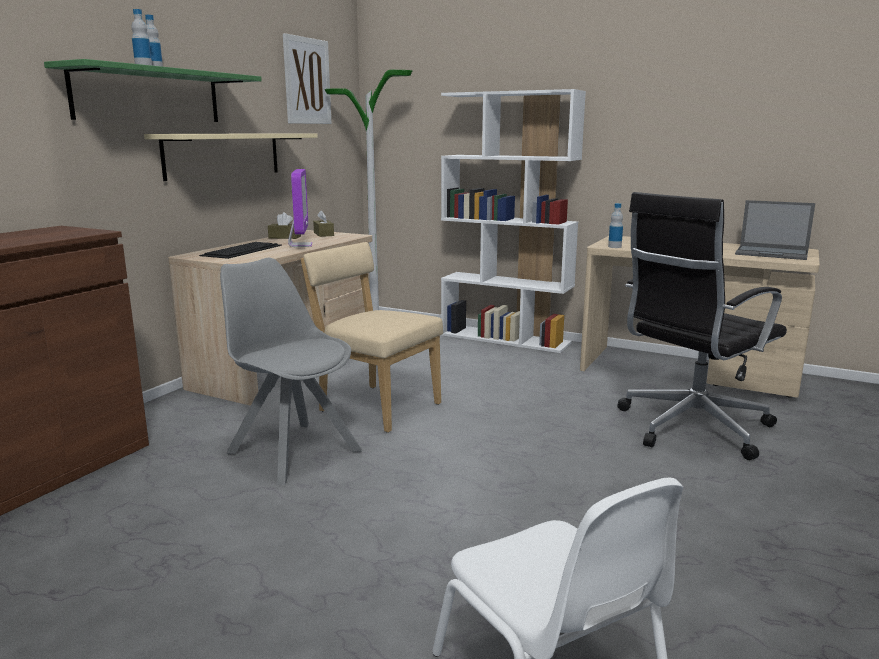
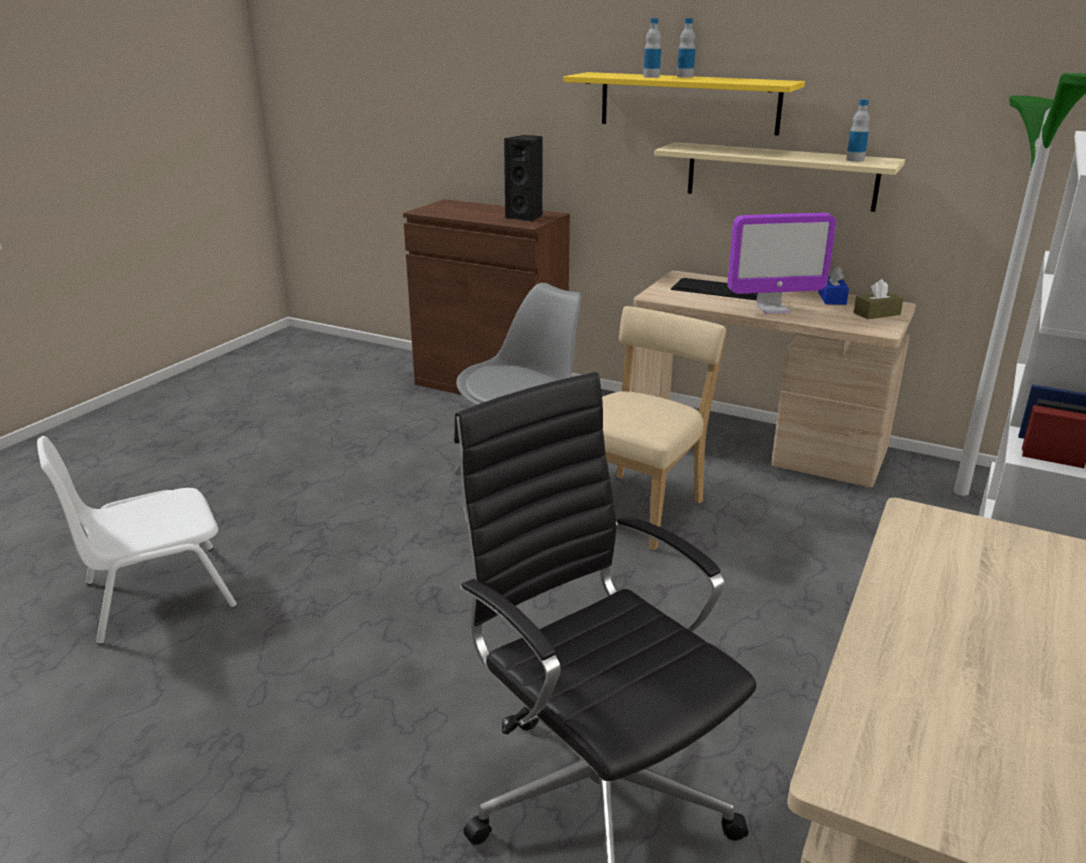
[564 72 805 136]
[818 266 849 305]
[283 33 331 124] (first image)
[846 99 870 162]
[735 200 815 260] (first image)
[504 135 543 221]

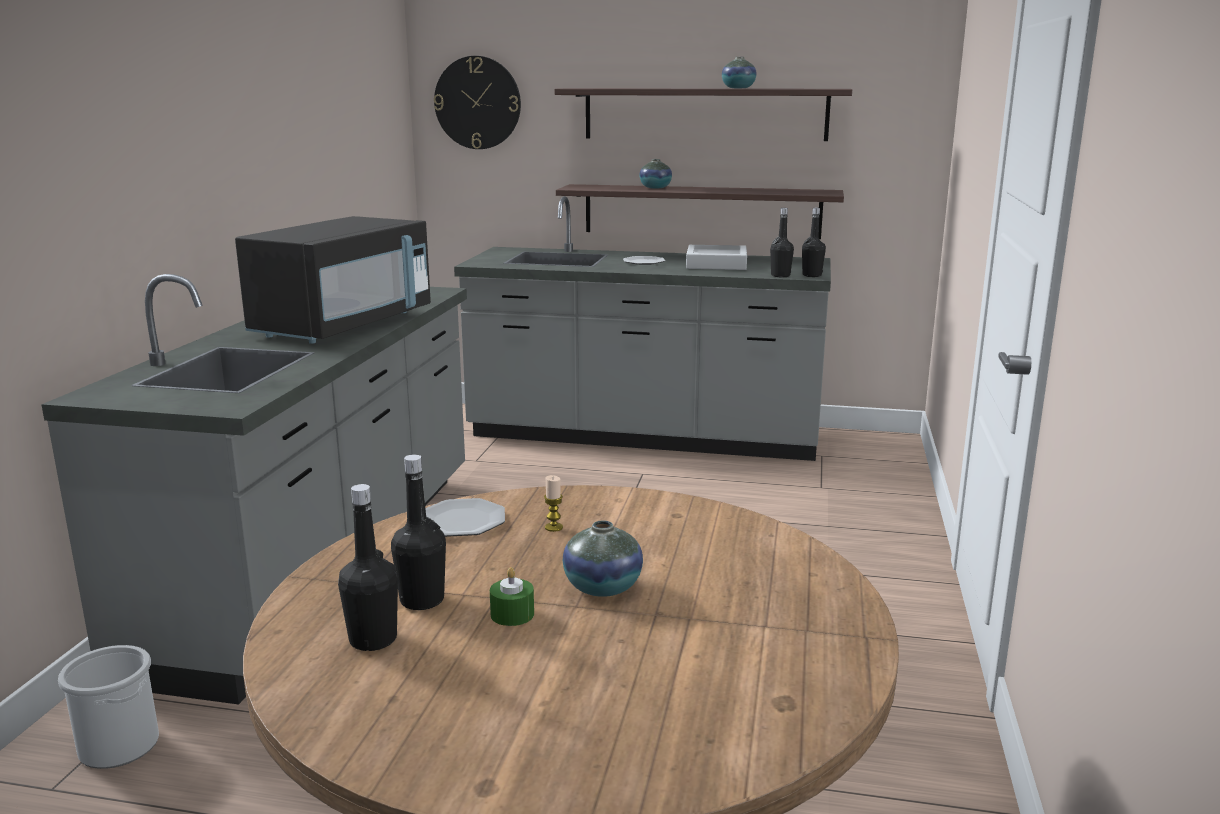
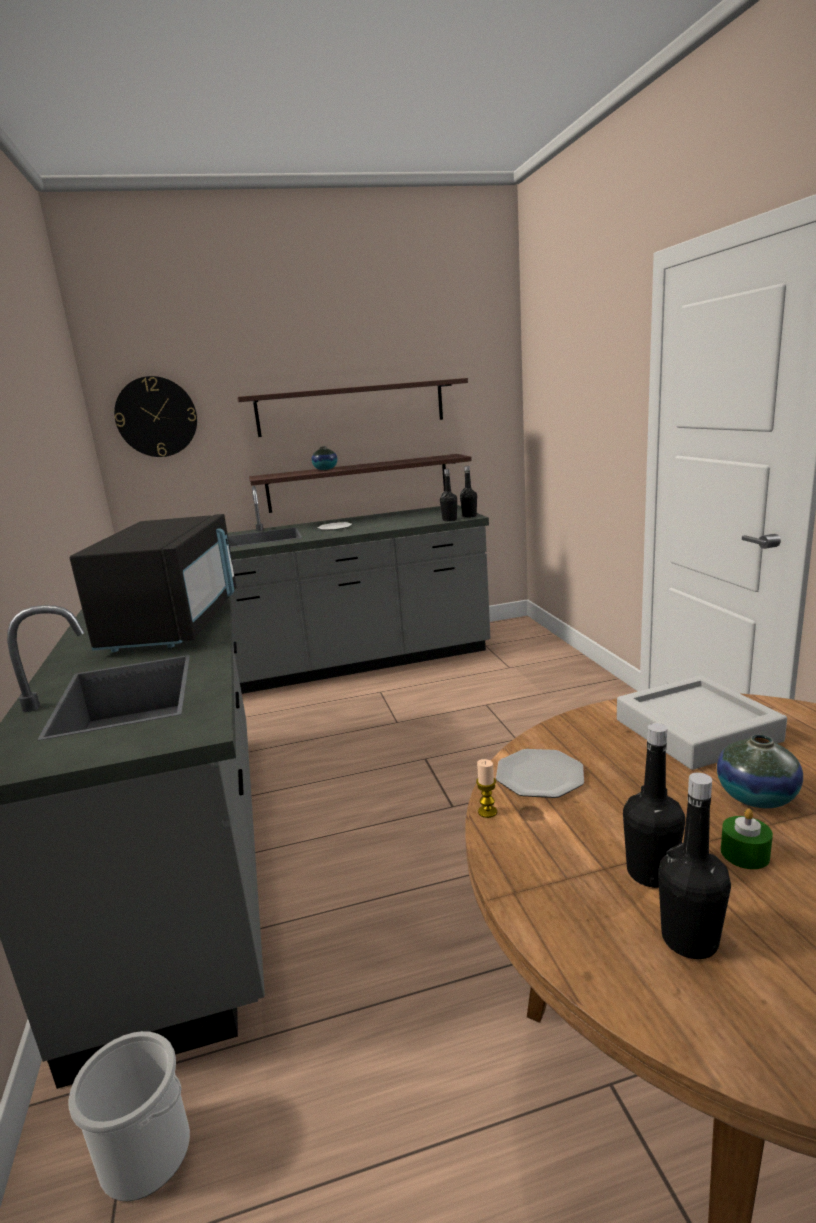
[476 759 497 818]
[617 675 787 770]
[722 57 756 88] (first image)

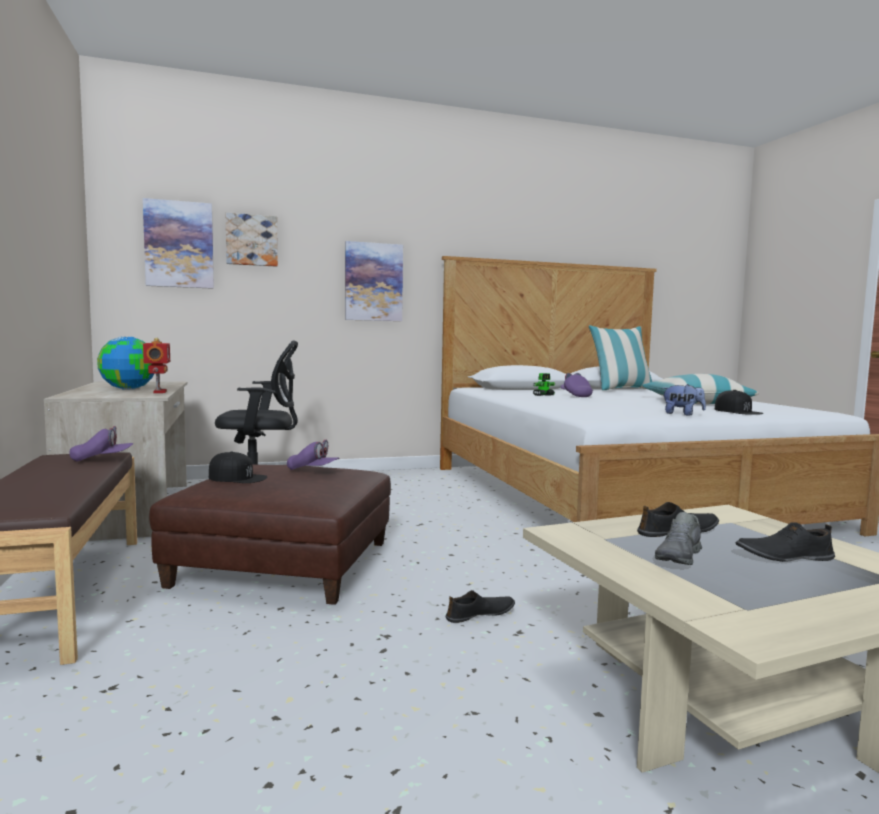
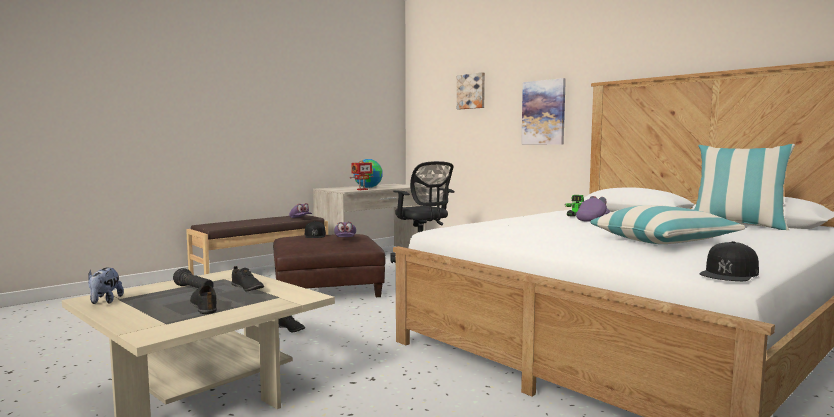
[143 198 214 289] (first image)
[173 268 214 288]
[88 268 124 304]
[700 241 759 281]

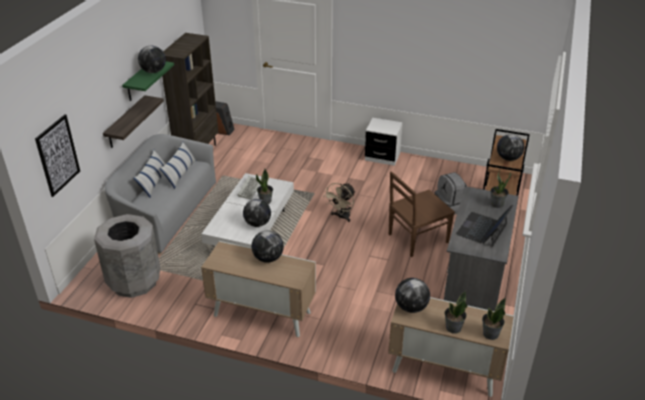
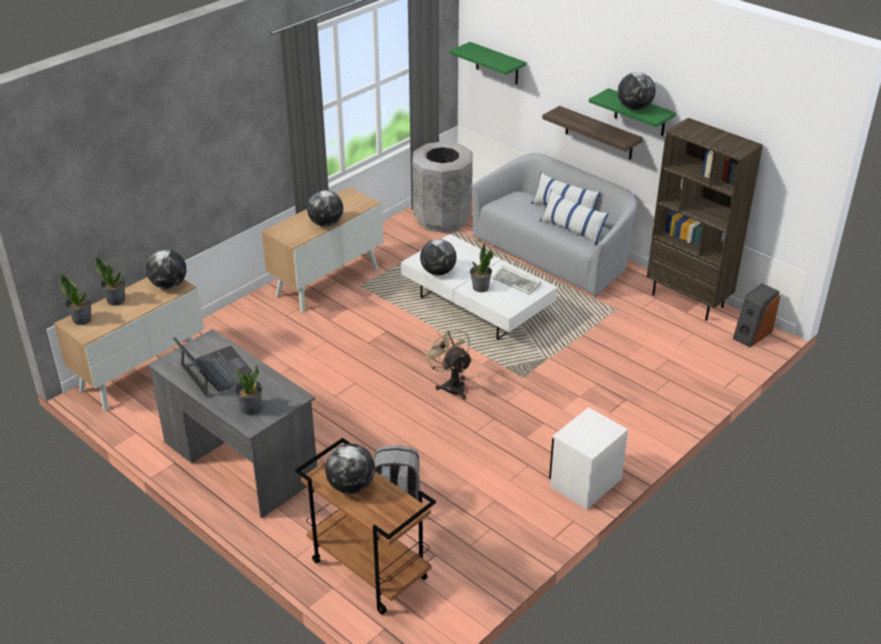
[450 42 526 85]
[389 171 455 257] (first image)

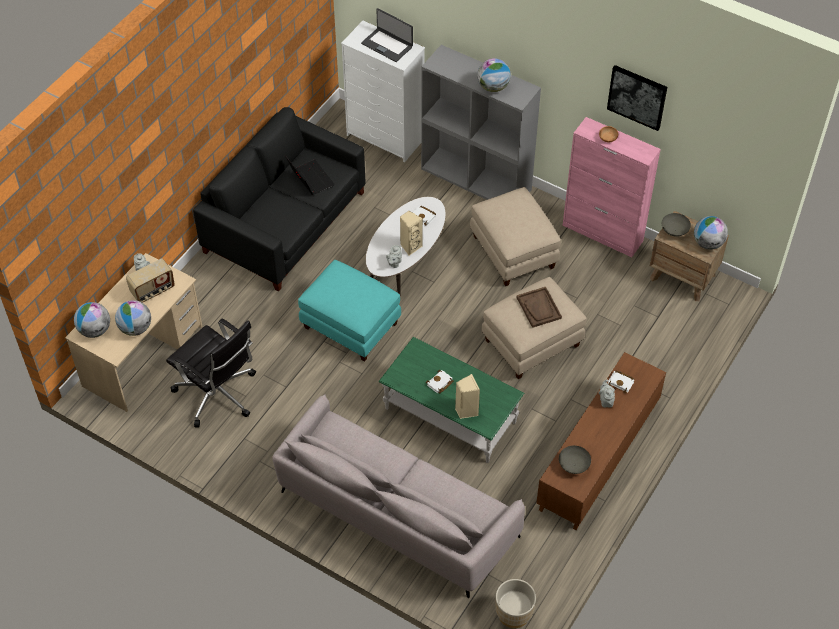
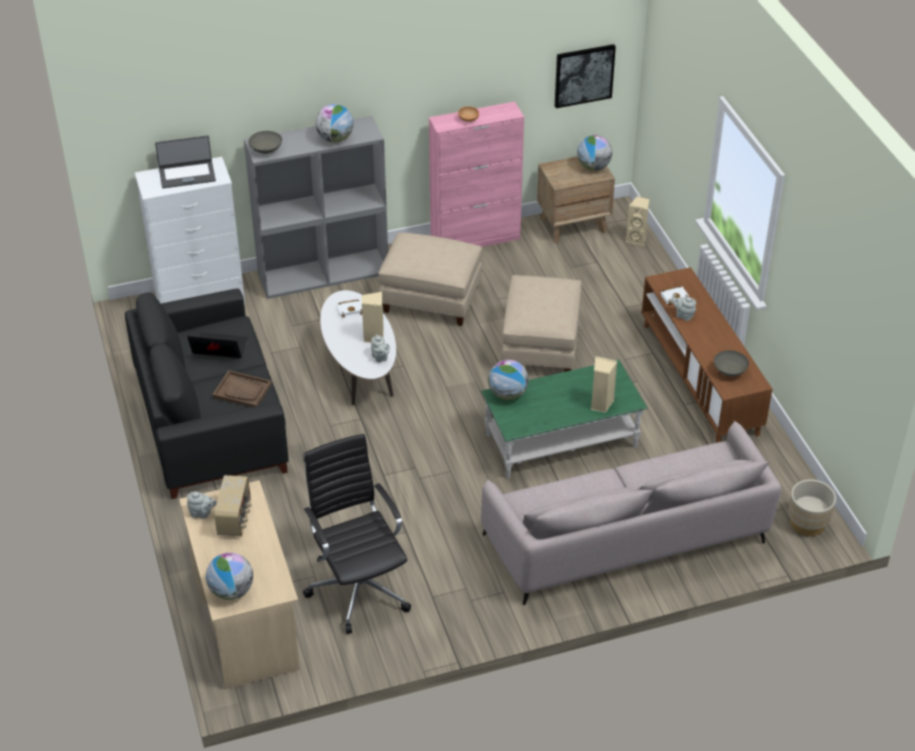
[488 360 529 400]
[303 434 411 634]
[298 260 401 362] (first image)
[426 370 454 393] (first image)
[212 370 272 407]
[555 44 616 108]
[249 131 282 154]
[626 196 649 246]

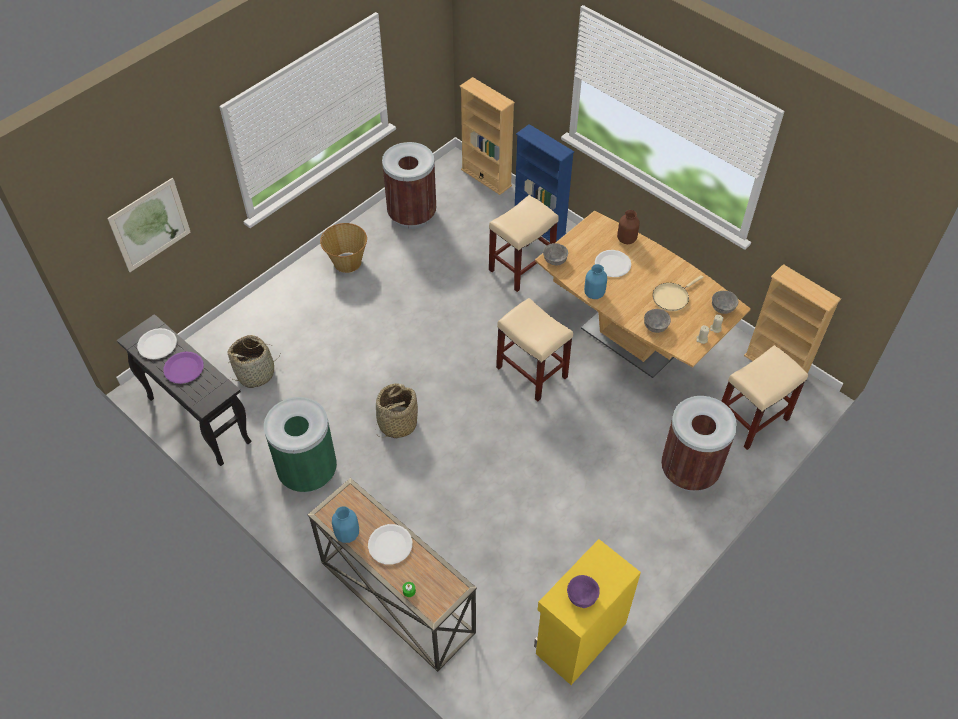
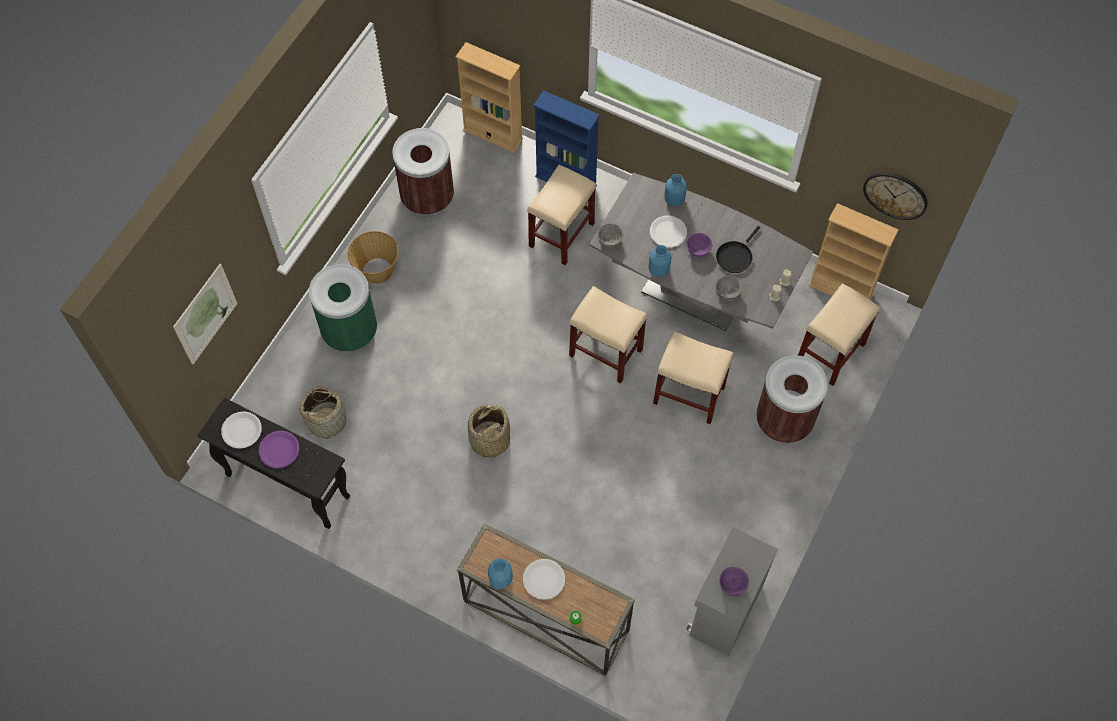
[309 264 377 352]
[686 527 778 656]
[589 173 813 331]
[664 174 687 206]
[716 226 760 273]
[712 291 738 314] (first image)
[653 331 734 424]
[686 233 713 257]
[863 172 928 220]

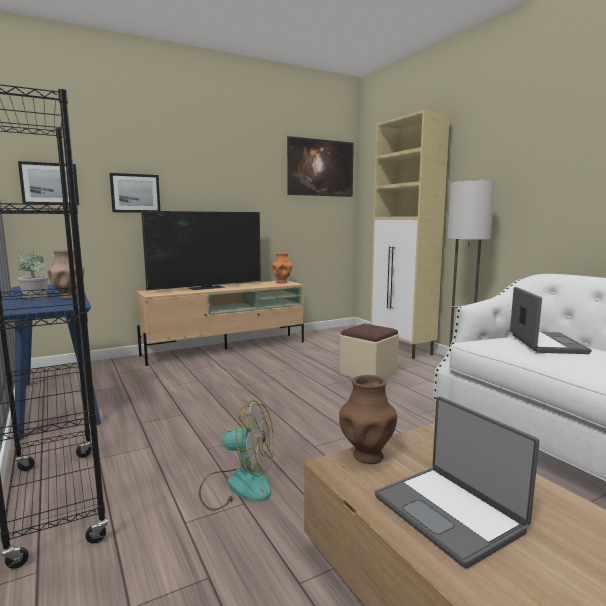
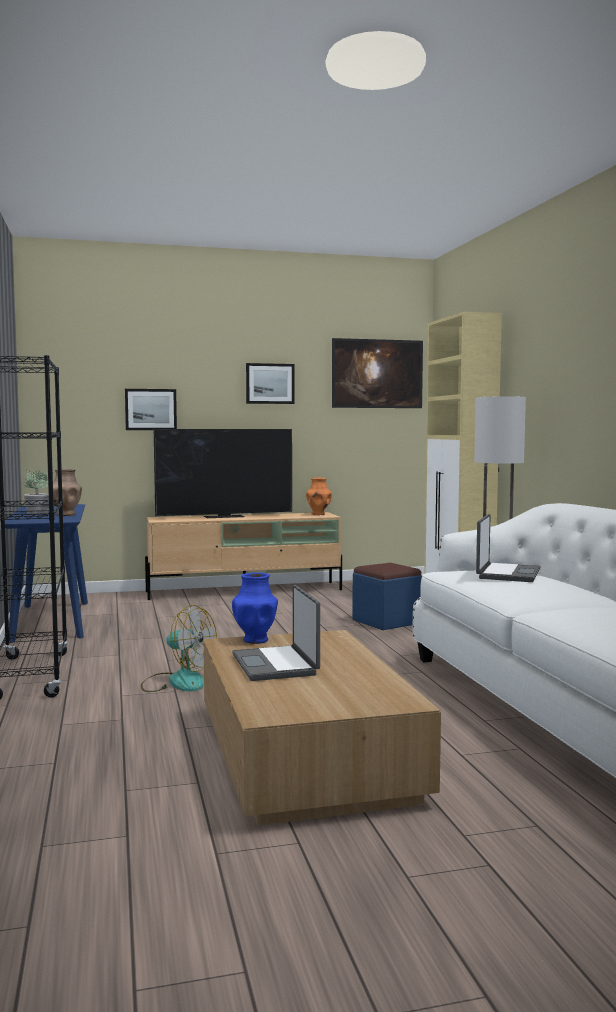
[246 363 294 404]
[232 572 278 644]
[352 563 422 630]

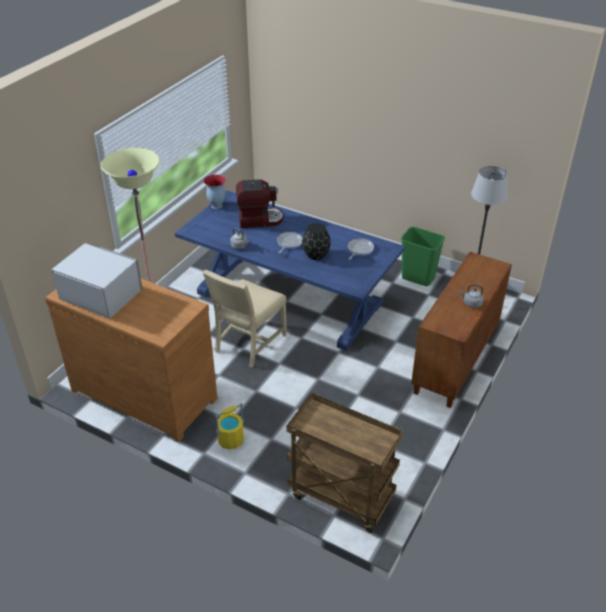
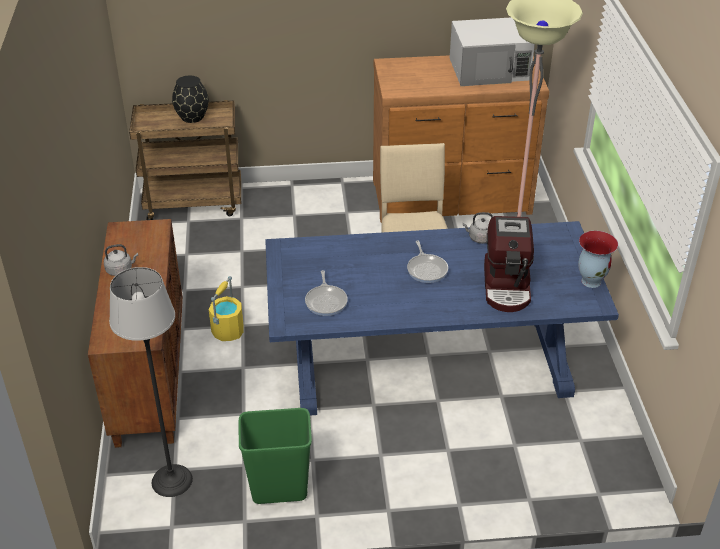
[209 276 244 341]
[484 216 534 312]
[172 76 209 123]

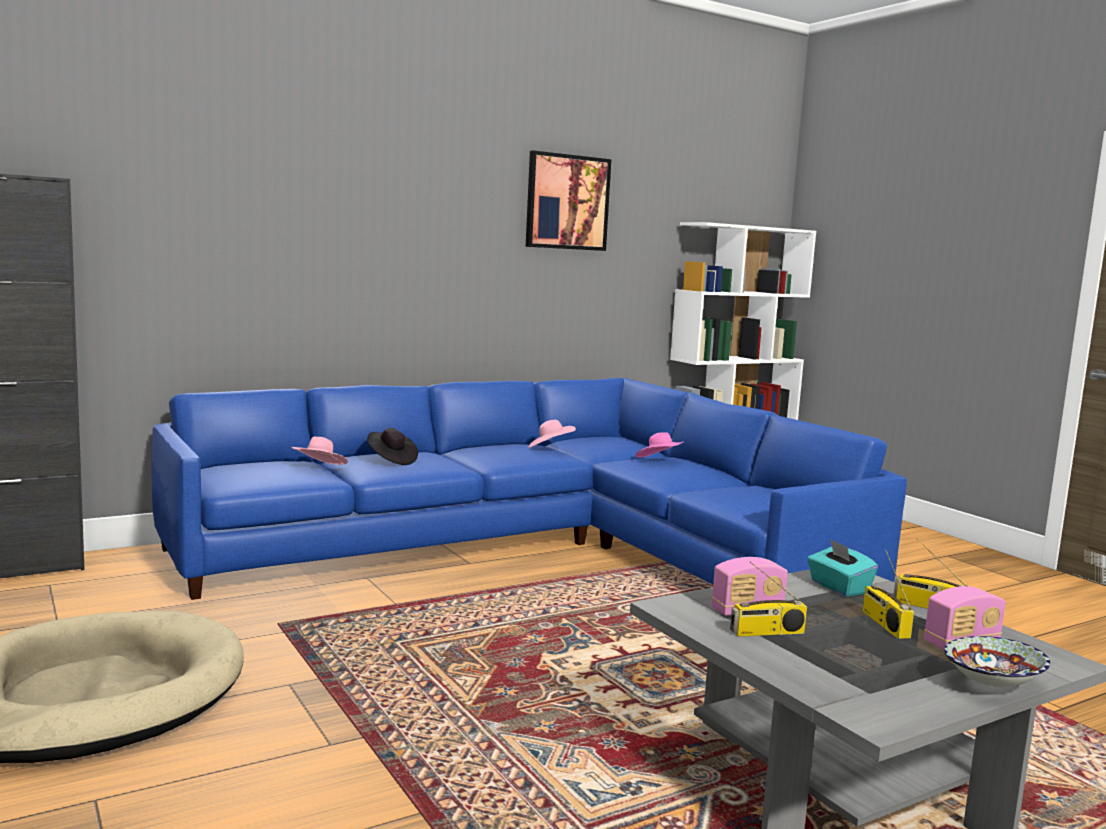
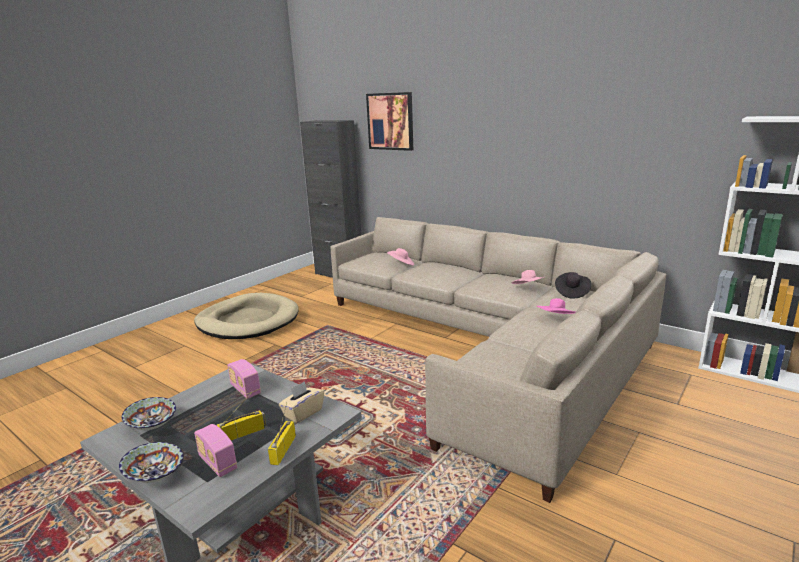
[331 217 666 503]
[555 272 592 299]
[366 92 413 151]
[730 561 807 637] (first image)
[279 381 324 423]
[122 397 176 430]

